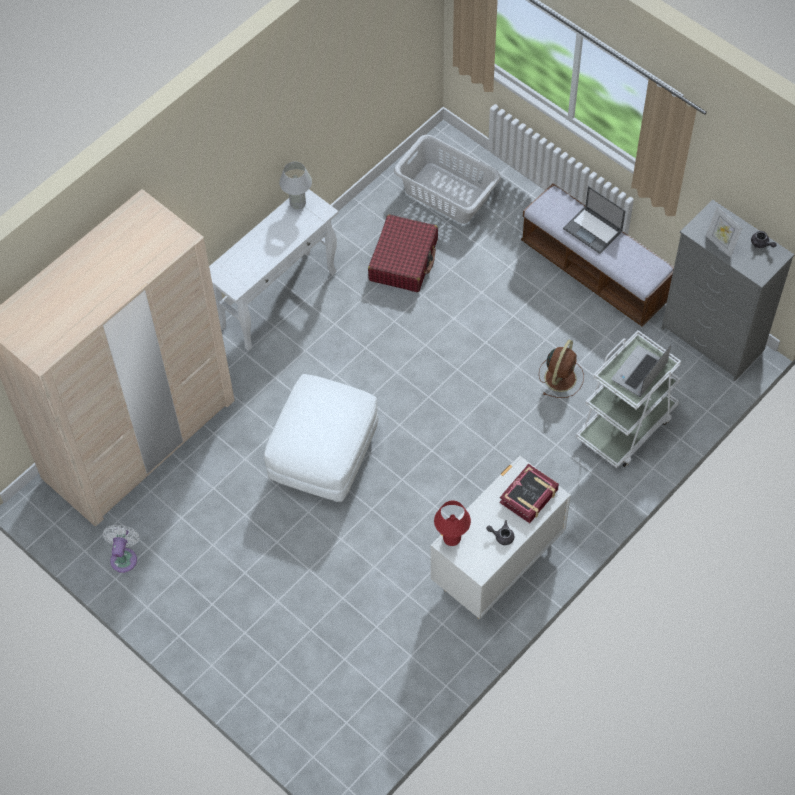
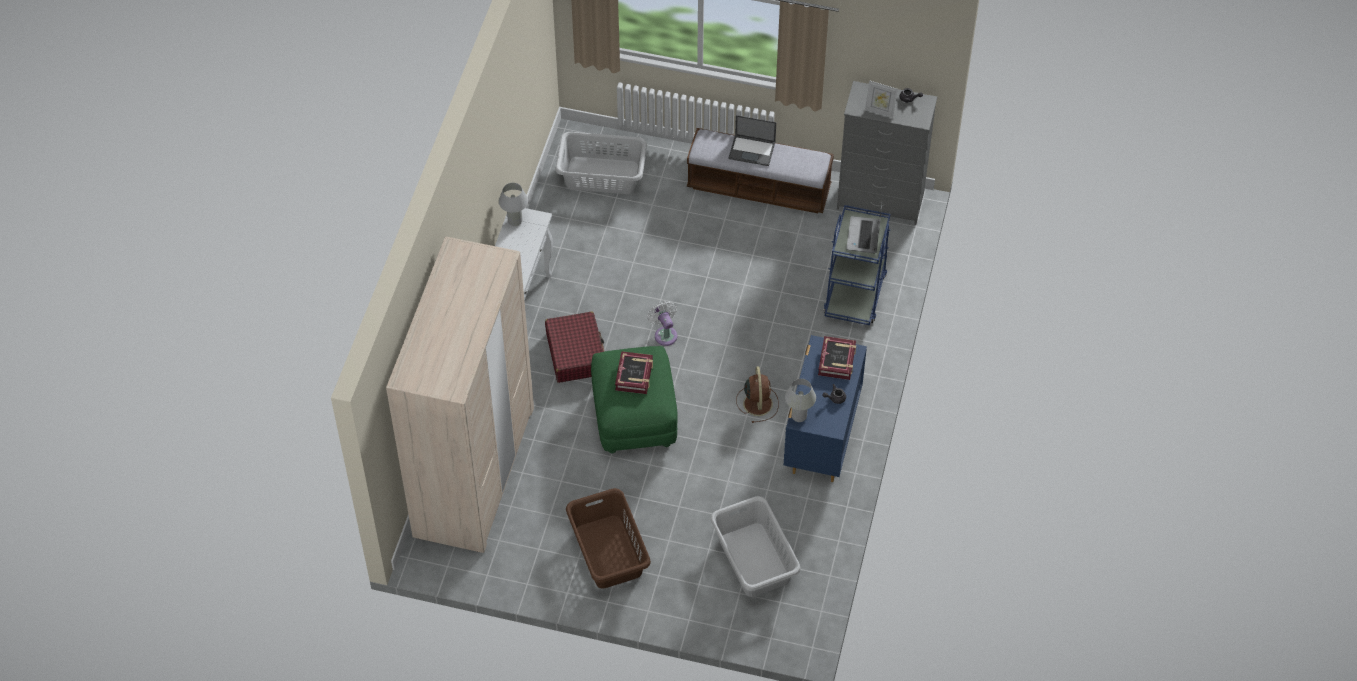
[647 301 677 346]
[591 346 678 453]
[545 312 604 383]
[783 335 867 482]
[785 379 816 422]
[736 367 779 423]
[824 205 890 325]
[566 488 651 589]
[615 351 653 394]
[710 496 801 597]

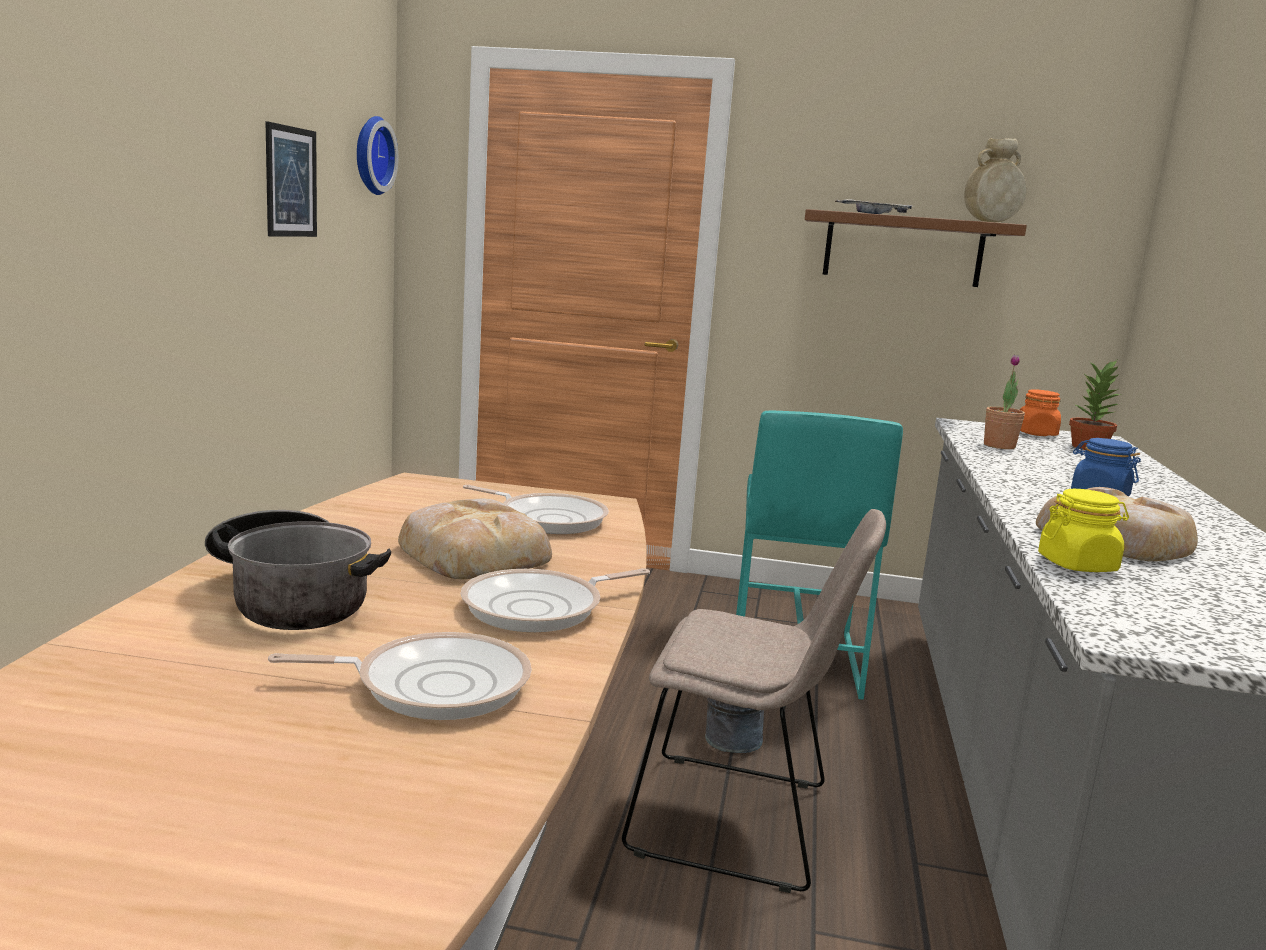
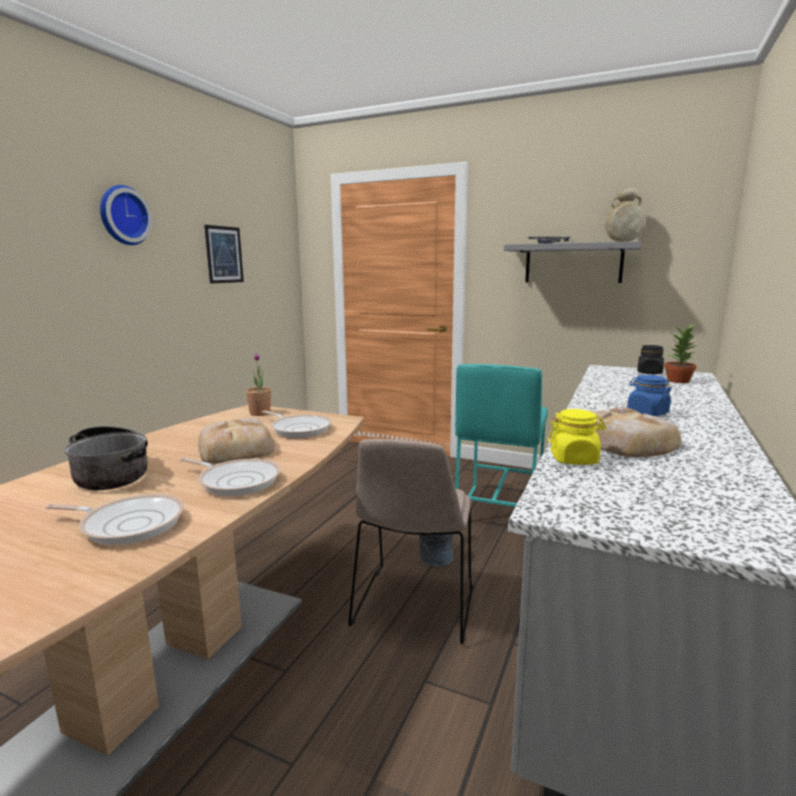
[100 185 152 245]
[180 457 280 496]
[348 439 473 644]
[504 241 641 283]
[246 353 271 416]
[637 345 664 374]

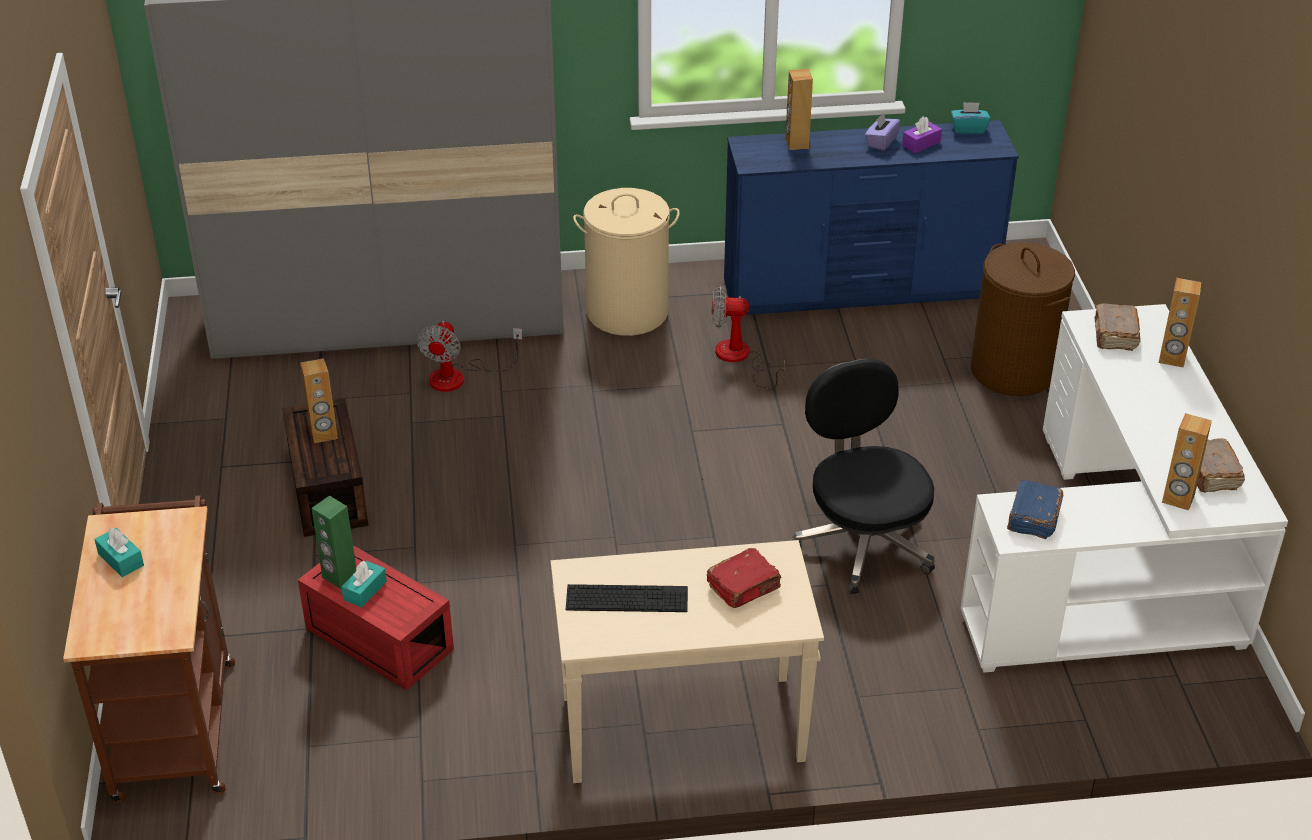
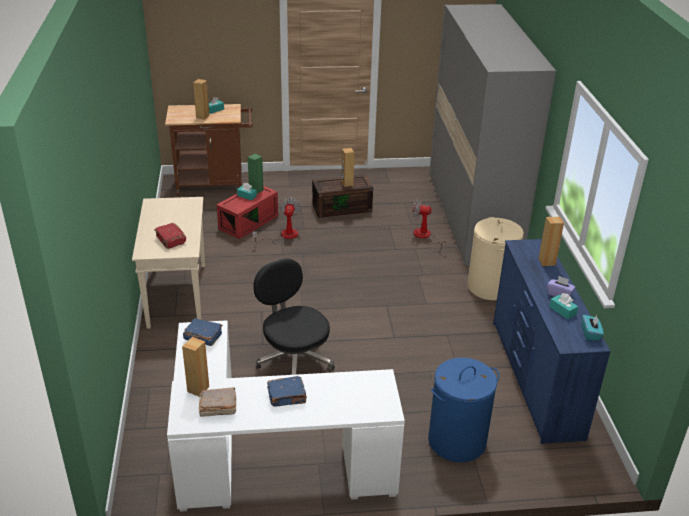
[566 584 688 612] (first image)
[252 197 301 244]
[253 258 335 375]
[549 293 578 319]
[428 358 499 462]
[1095 304 1141 351] (first image)
[193 79 210 120]
[267 376 307 407]

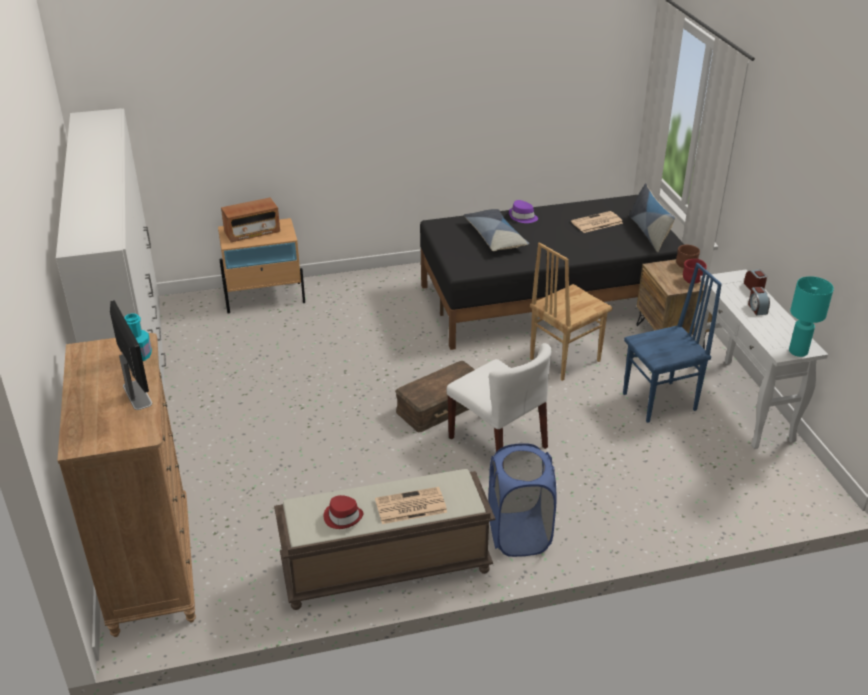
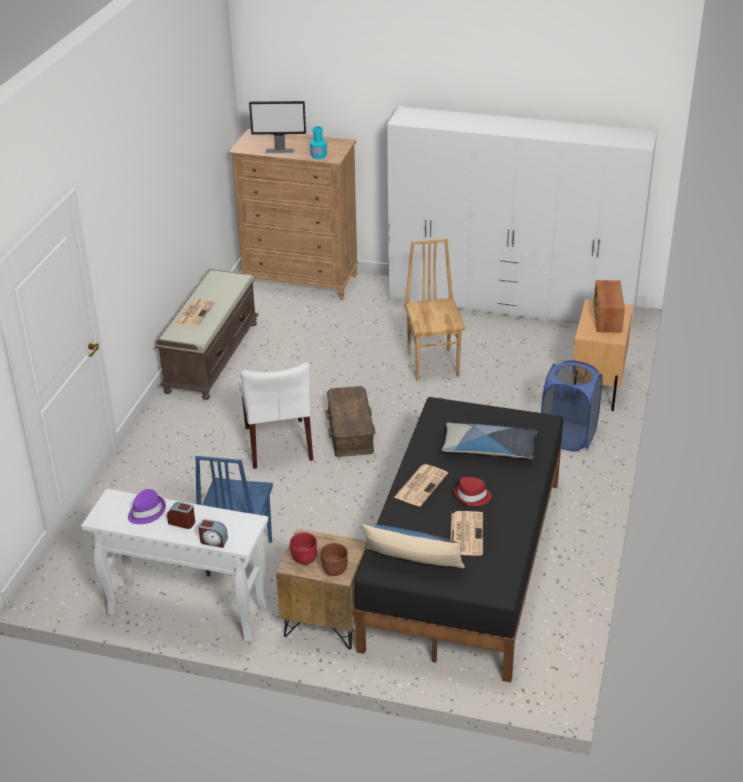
[454 477 492 506]
[239 362 313 469]
[541 360 603 451]
[128 489 166 524]
[404 239 465 381]
[789 276 834 357] (first image)
[394 464 448 506]

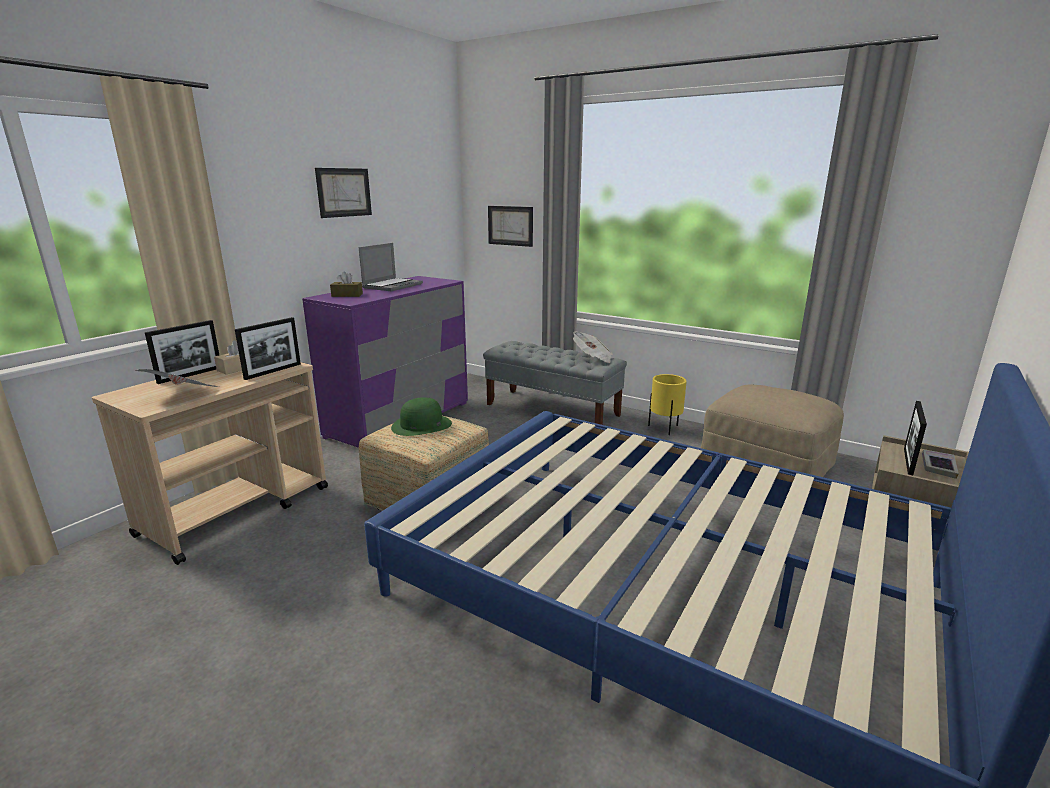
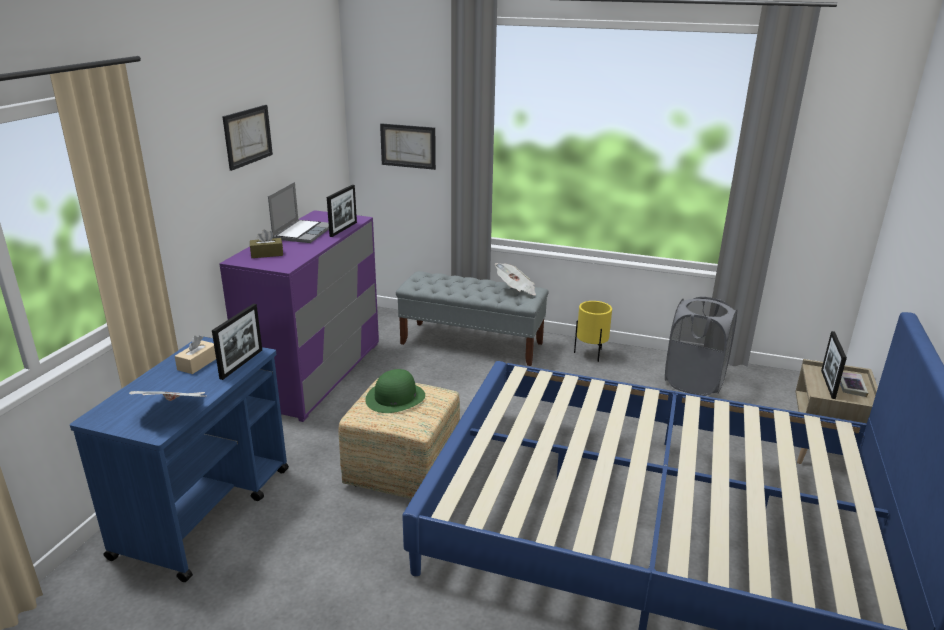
[70 337 289 582]
[327 185 357 237]
[665 296 737 396]

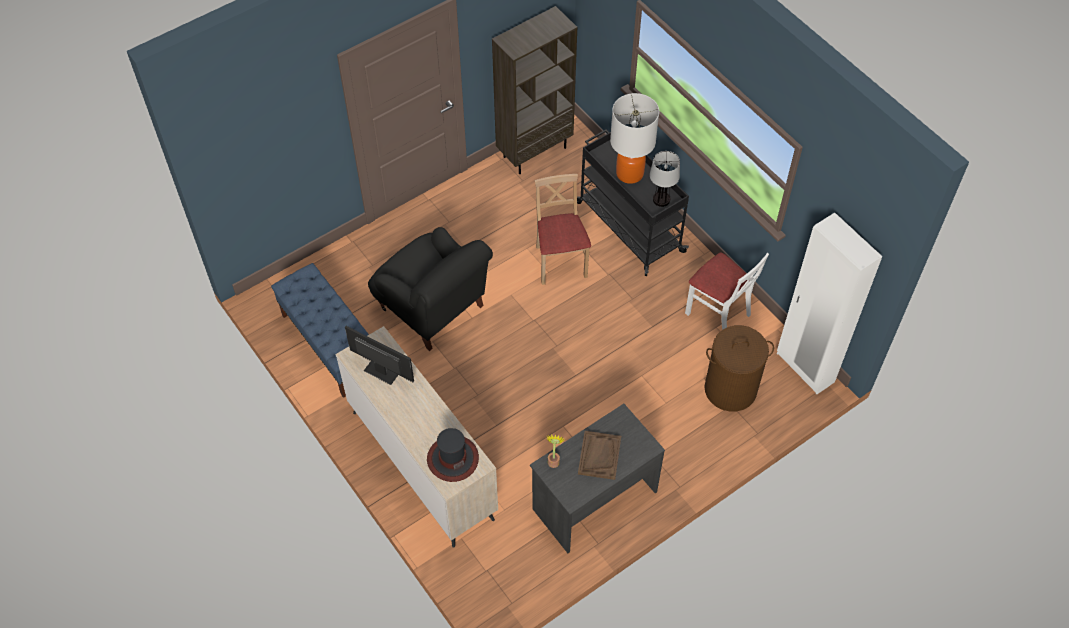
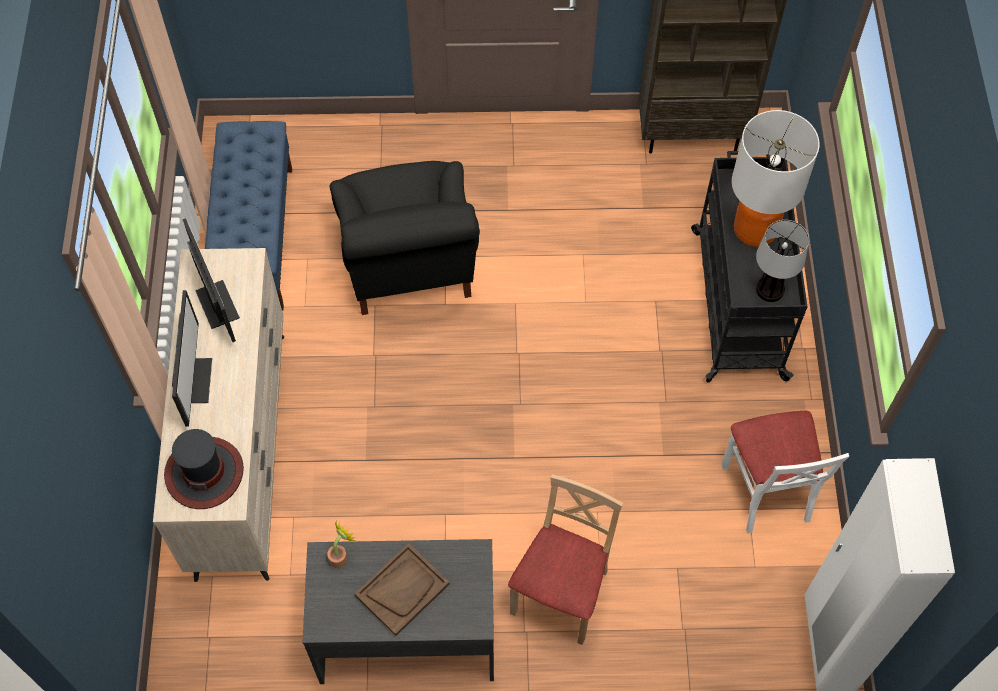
[508 474 623 645]
[704 325 774 412] (first image)
[172 290 212 427]

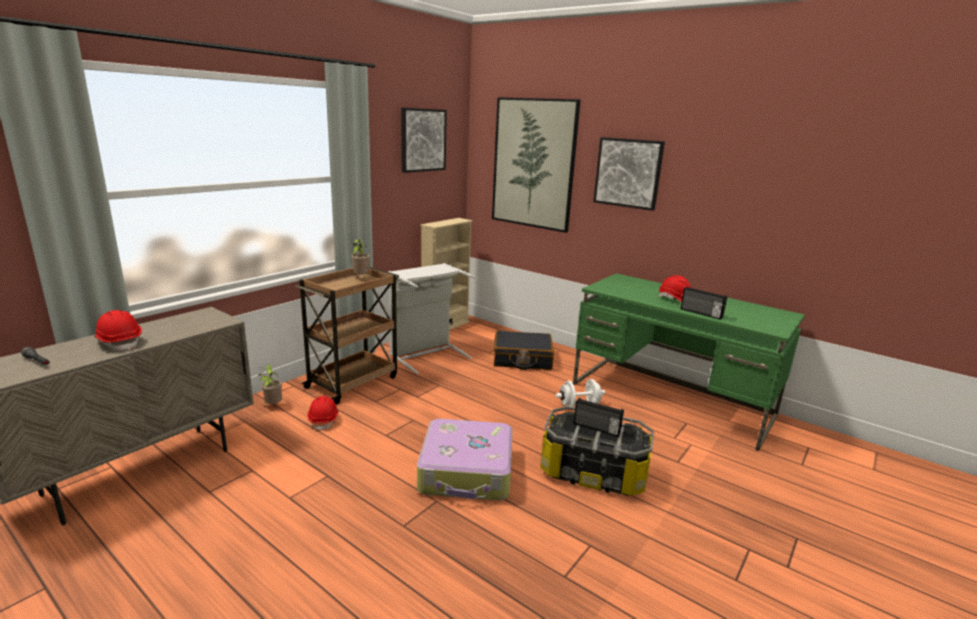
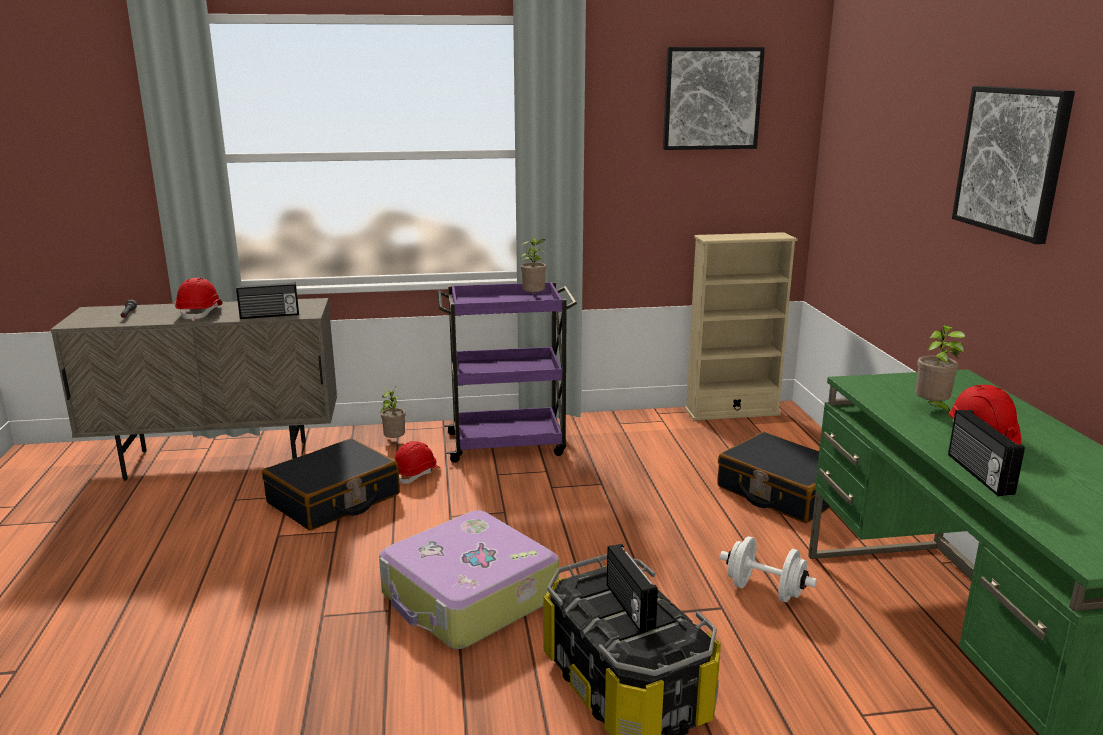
[437 282 577 463]
[388 263 475 374] (first image)
[492 97 581 233] (first image)
[236 282 299 319]
[262 439 400 530]
[916 325 965 412]

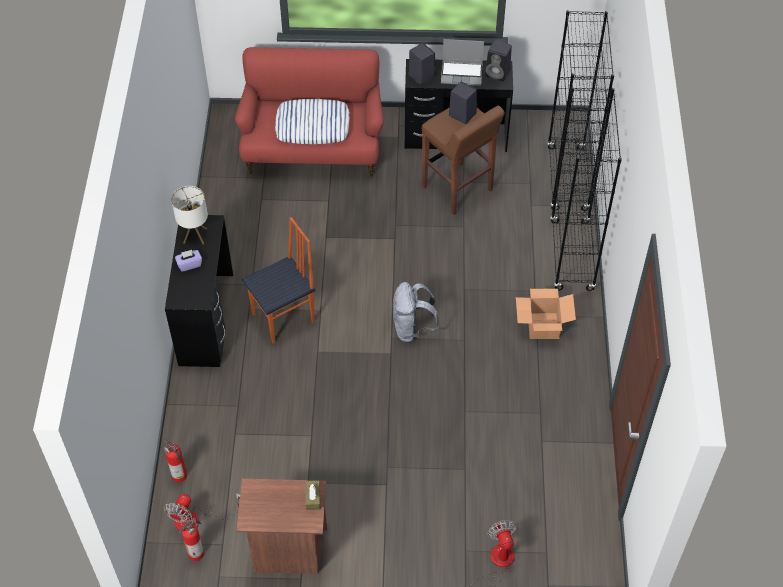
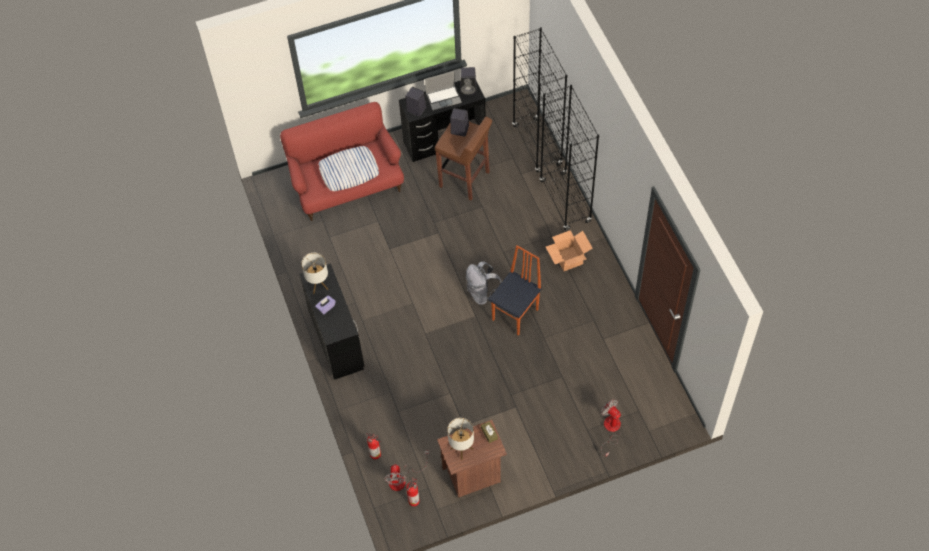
[488 245 542 336]
[447 418 474 460]

